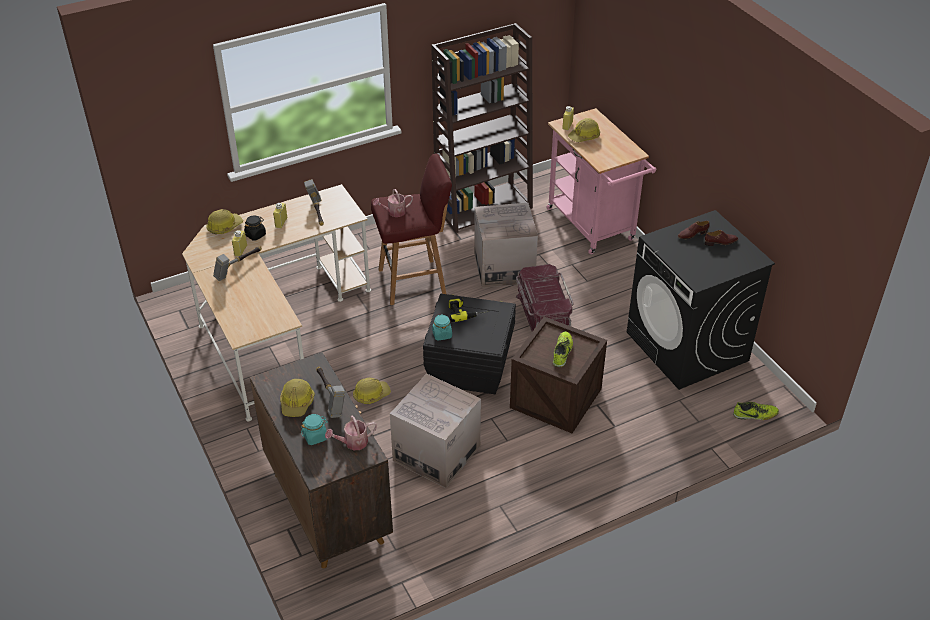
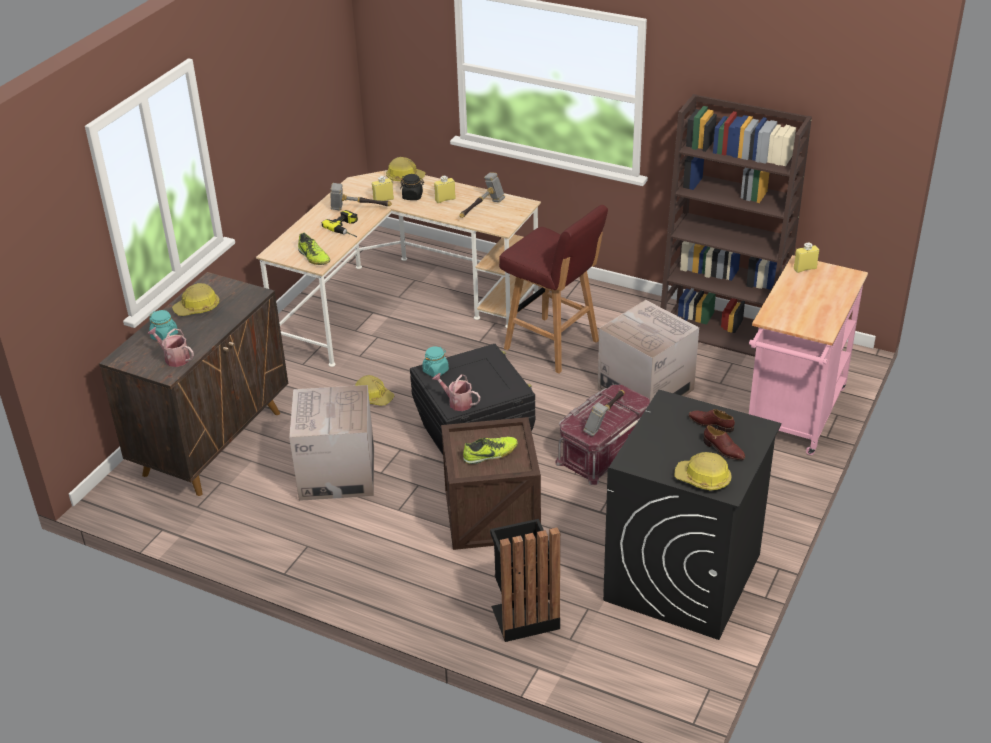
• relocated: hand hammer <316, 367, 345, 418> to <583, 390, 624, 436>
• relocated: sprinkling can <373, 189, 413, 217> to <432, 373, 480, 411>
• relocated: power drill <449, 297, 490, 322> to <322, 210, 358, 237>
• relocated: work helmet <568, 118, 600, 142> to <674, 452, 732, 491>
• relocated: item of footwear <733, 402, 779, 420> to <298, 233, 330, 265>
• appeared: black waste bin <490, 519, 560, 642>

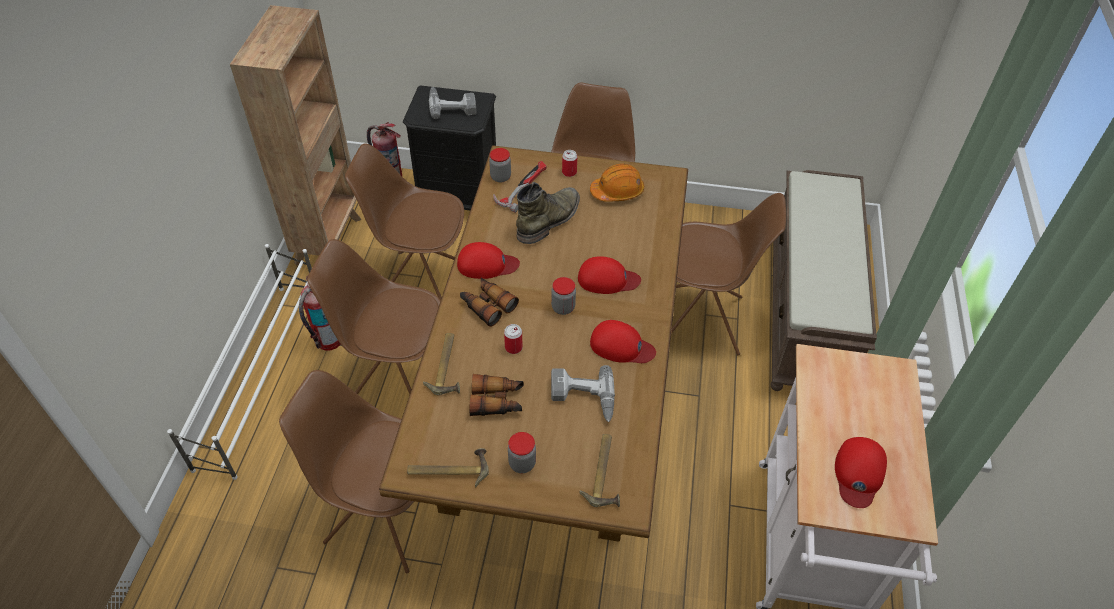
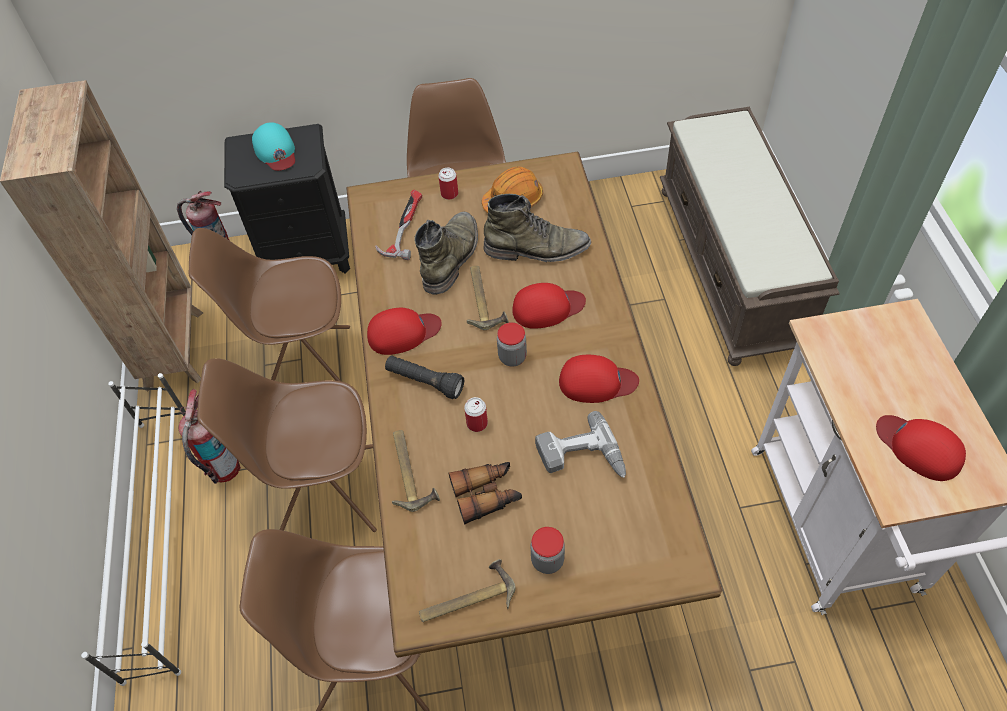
• exchanged: power drill <429, 87, 477, 119> to blue-green baseball cap <252, 122, 295, 171>
• exchanged: binoculars <460, 278, 519, 327> to black hand torch <385, 355, 464, 399>
• missing: jar <489, 148, 511, 183>
• relocated: hand hammer <580, 434, 620, 507> to <467, 266, 509, 330>
• missing: brown-coloured upright chair <671, 193, 786, 355>
• spun: red-coloured baseball cap <835, 437, 887, 508> = <876, 415, 966, 481> 135 degrees clockwise
• appeared: green high-top boot <484, 194, 591, 262>

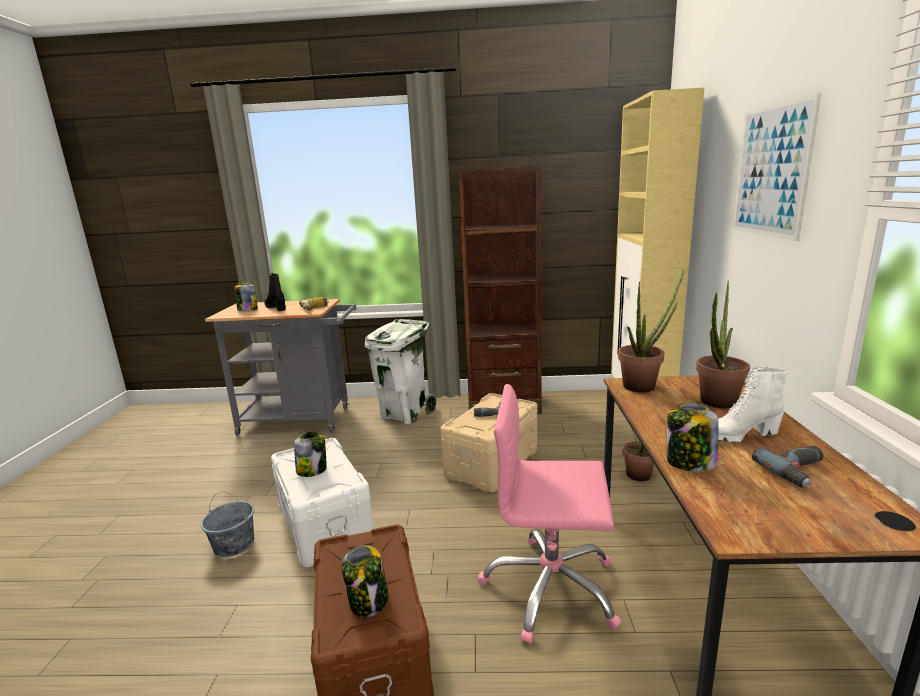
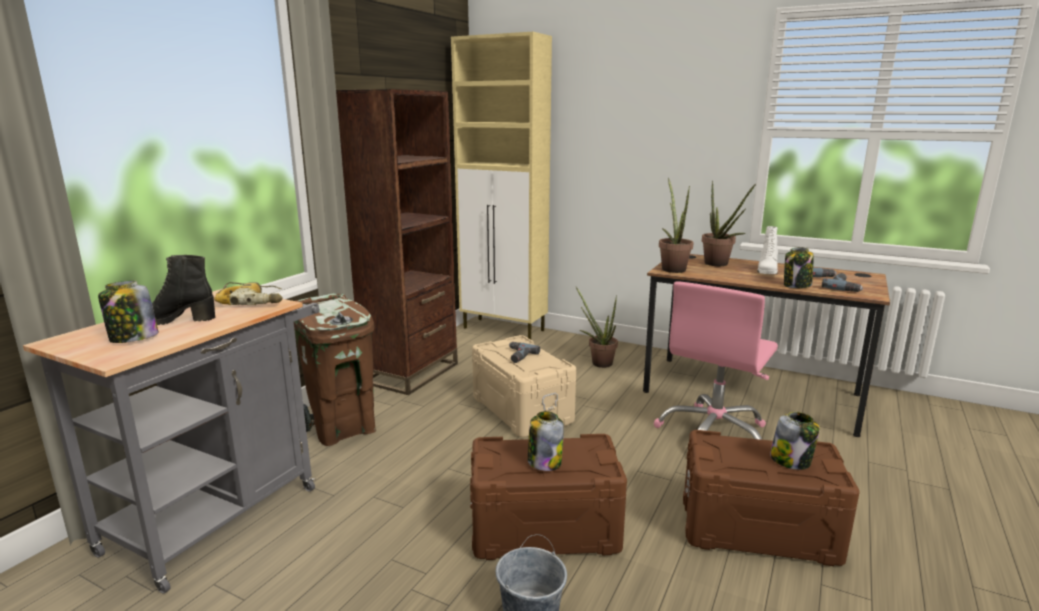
• colour: white storage bin <271, 438, 374, 567> to brown-coloured storage bin <470, 434, 627, 560>
• colour: white waste bin <365, 319, 436, 424> to brown-coloured waste bin <294, 294, 376, 446>
• missing: wall art <733, 93, 821, 241>
• appeared: power drill <822, 273, 863, 292>

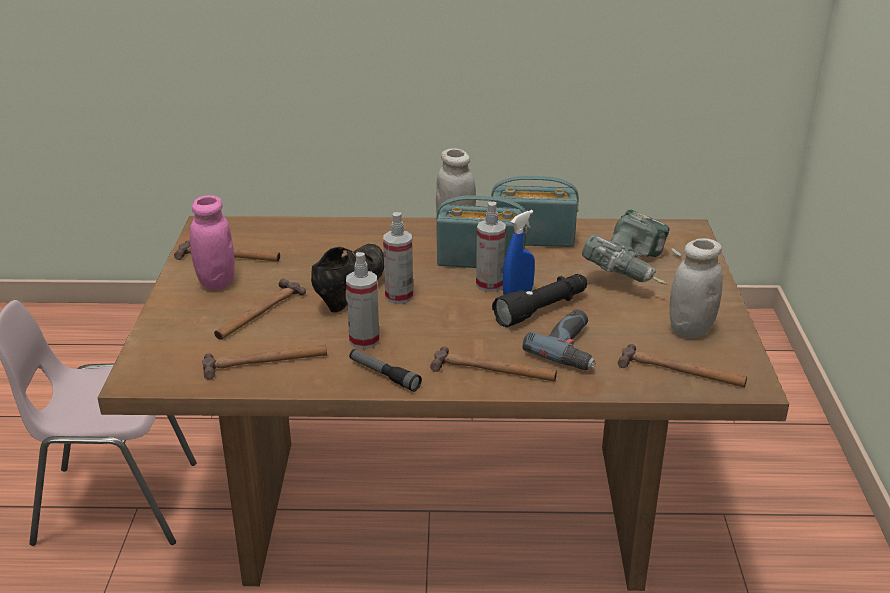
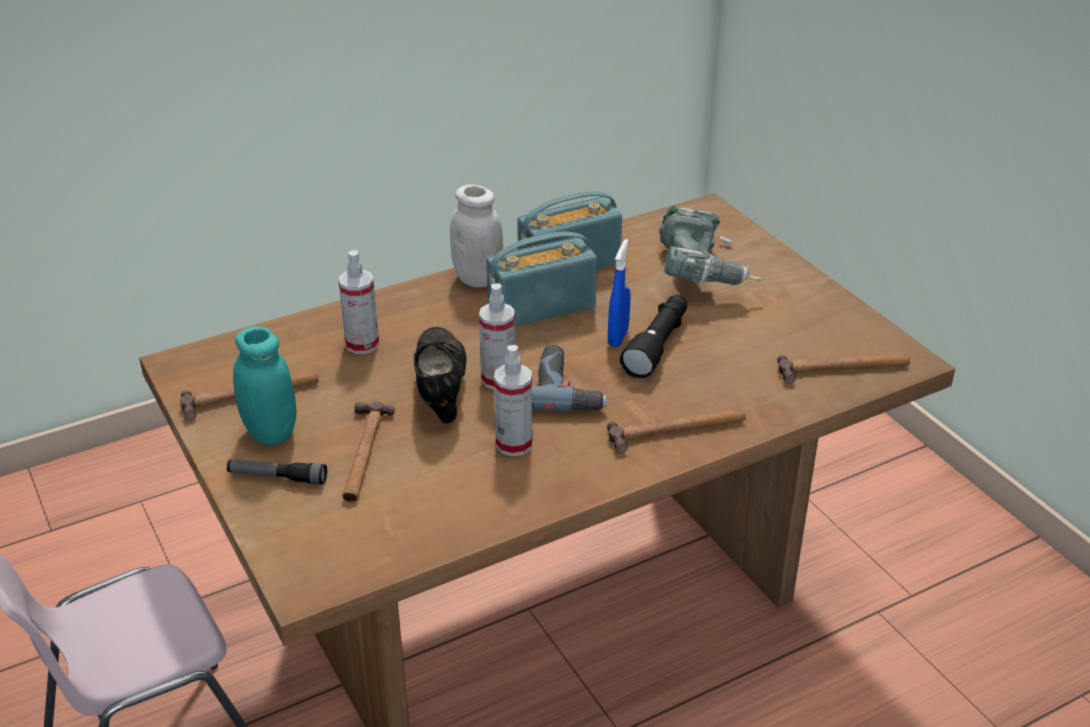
• colour: pinkish jar <190, 195, 235, 290> to blue-green jar <233, 326, 297, 445>
• missing: hand hammer <202, 344, 327, 380>
• relocated: hand torch <349, 349, 422, 392> to <227, 459, 327, 485>
• relocated: spray bottle <476, 202, 506, 292> to <338, 250, 379, 354>
• relocated: power drill <523, 309, 596, 371> to <532, 345, 608, 411>
• missing: white jar <669, 238, 723, 338>

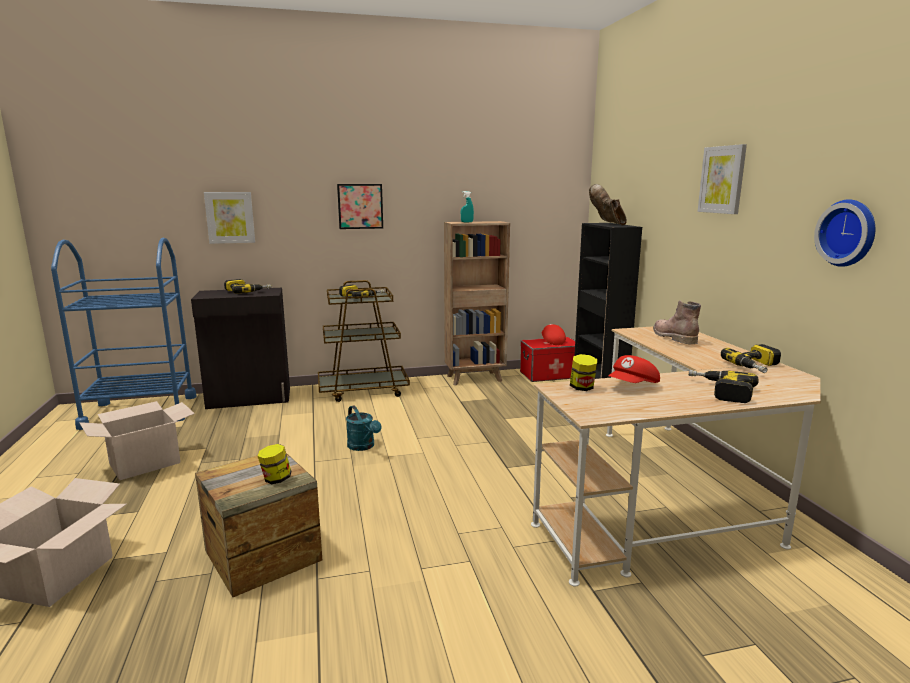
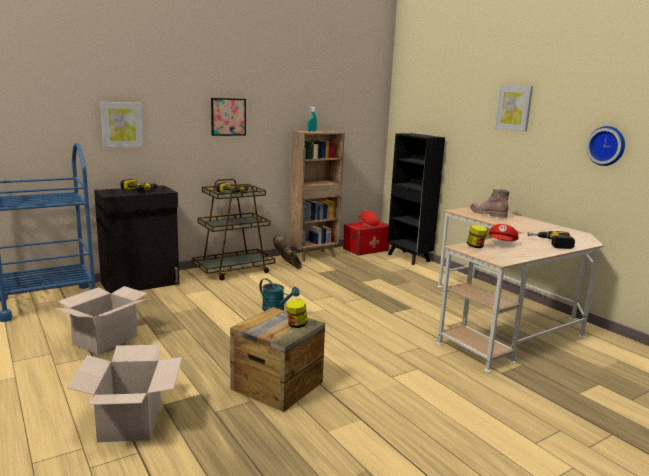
• relocated: brown-coloured high-top boot <589, 184, 627, 225> to <273, 235, 302, 269>
• missing: power drill <721, 344, 781, 373>

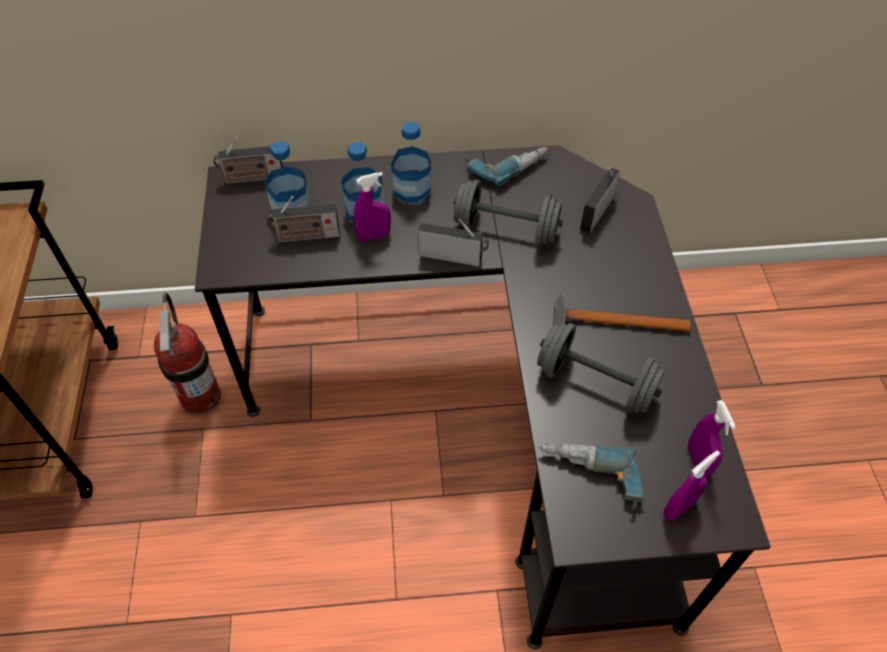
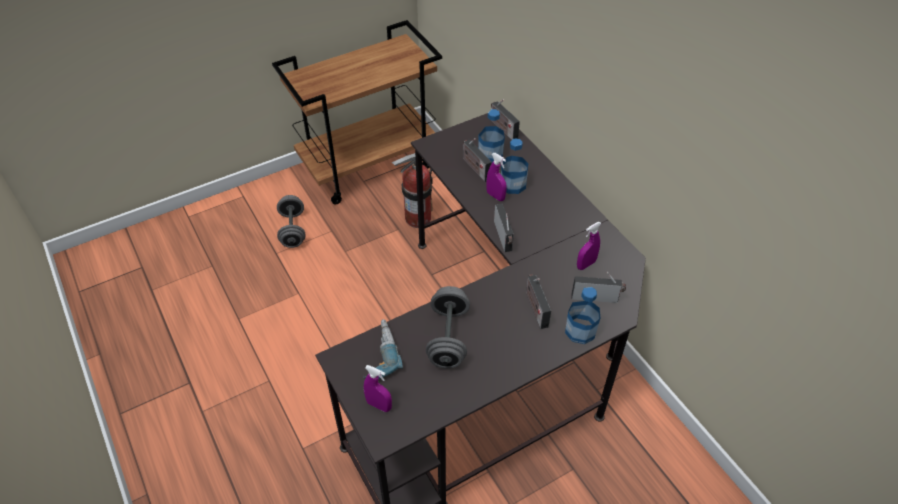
• relocated: drink bottle <391, 121, 431, 203> to <565, 287, 600, 344>
• relocated: grey hand weight <454, 179, 563, 245> to <277, 195, 306, 248>
• missing: power drill <465, 147, 548, 187>
• missing: hand hammer <553, 290, 691, 332>
• relocated: purple spray bottle <688, 400, 736, 477> to <577, 222, 601, 270>
• appeared: radio <526, 274, 551, 329>

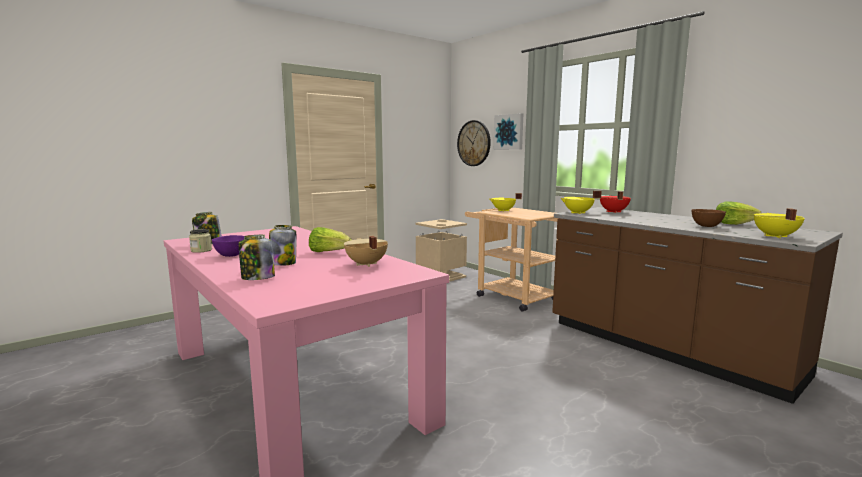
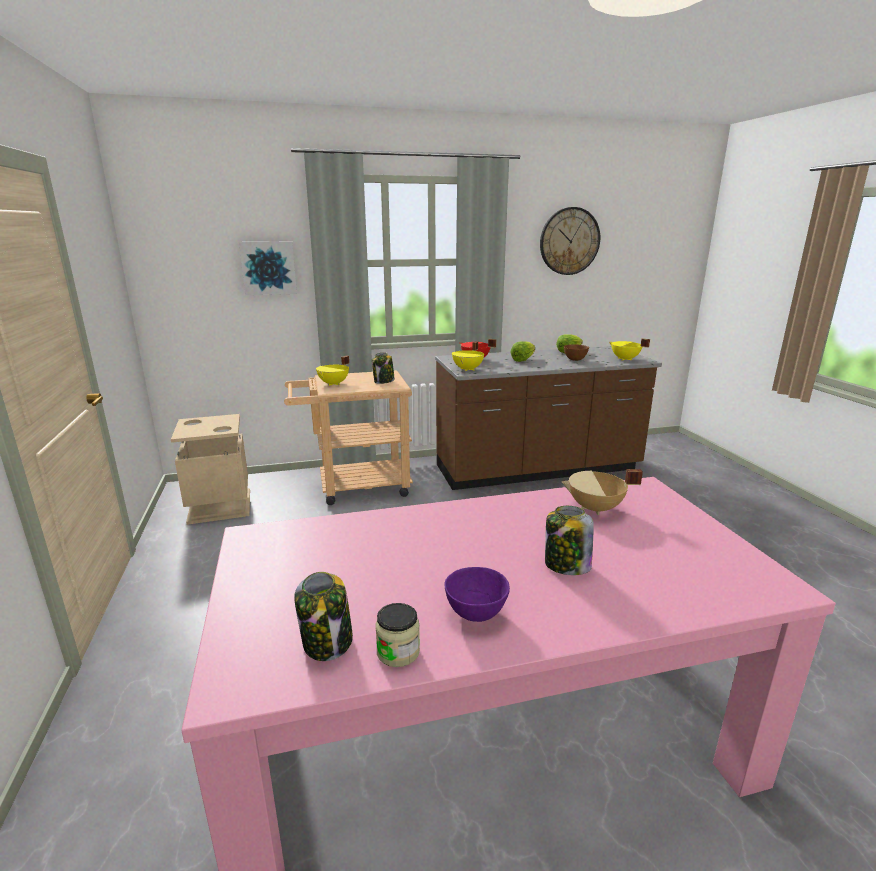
• relocated: jar <239, 235, 275, 280> to <372, 352, 395, 384>
• relocated: head of lettuce <309, 227, 352, 252> to <510, 341, 535, 362>
• relocated: hanging clock <457, 120, 491, 166> to <540, 207, 600, 275>

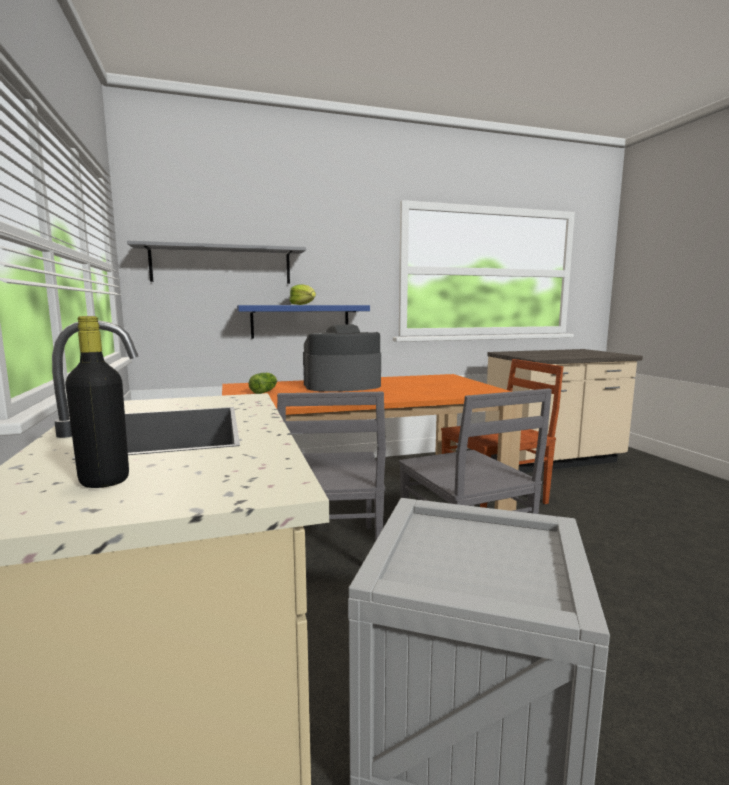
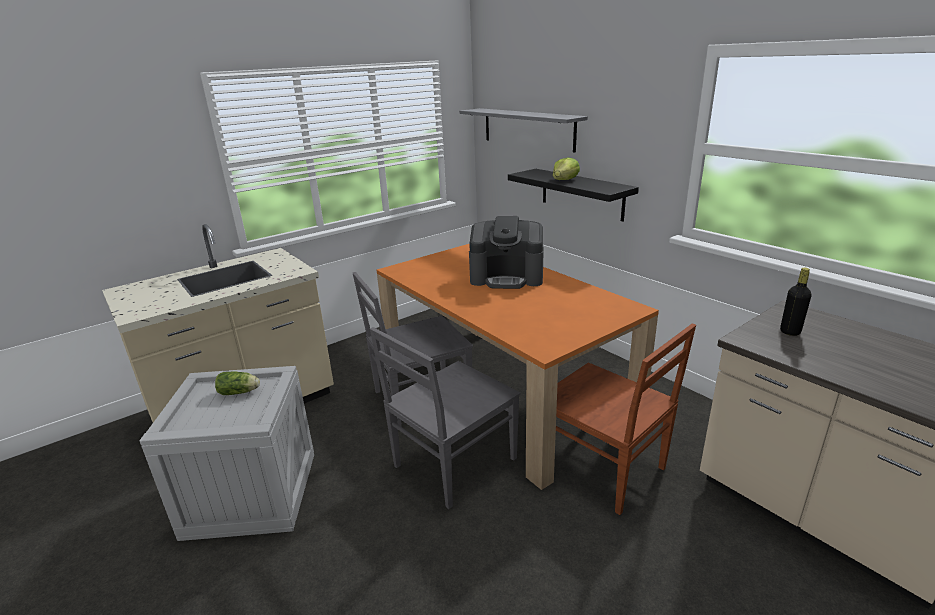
• relocated: black drink bottle <65, 316, 129, 488> to <780, 268, 811, 336>
• colour: blue-coloured bracket shelf <237, 305, 370, 339> to black bracket shelf <508, 169, 639, 222>
• relocated: head of lettuce <249, 373, 277, 394> to <215, 371, 260, 395>
• spun: coffee brewer <303, 324, 381, 392> = <469, 216, 544, 289> 135 degrees clockwise

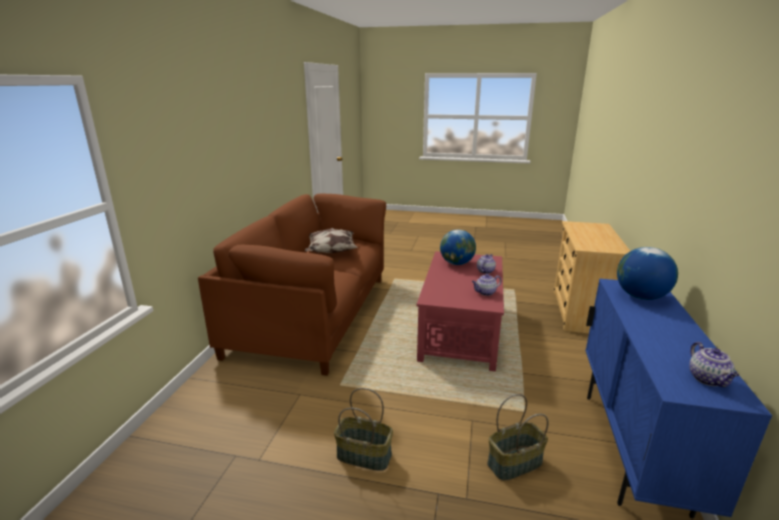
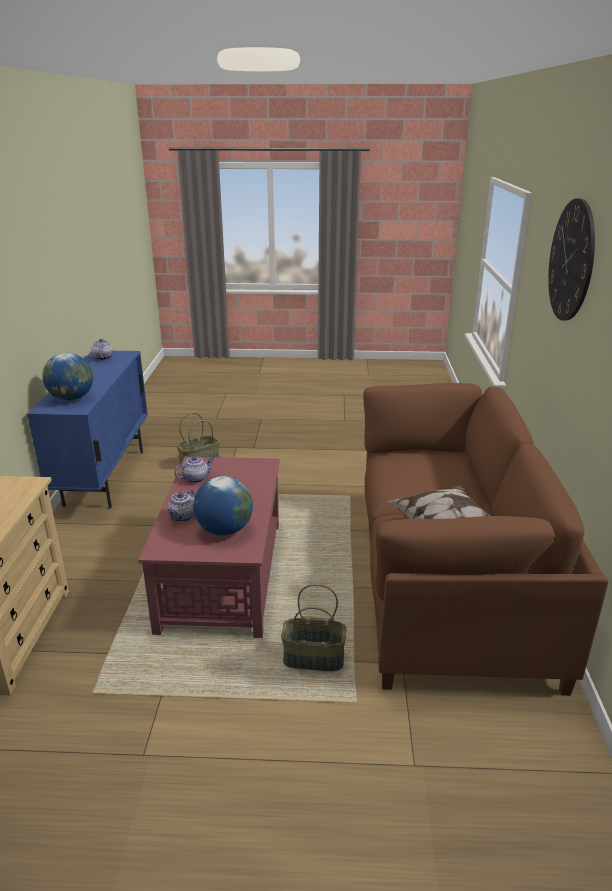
• relocated: household basket <334, 388, 393, 471> to <281, 584, 346, 671>
• appeared: hanging clock <548, 198, 595, 321>

